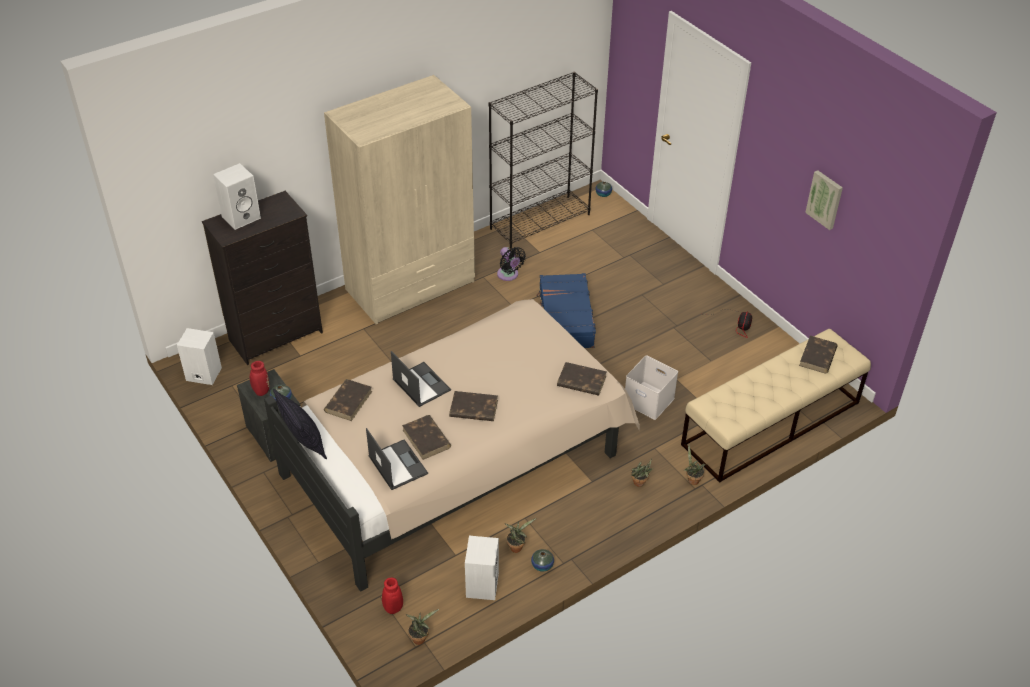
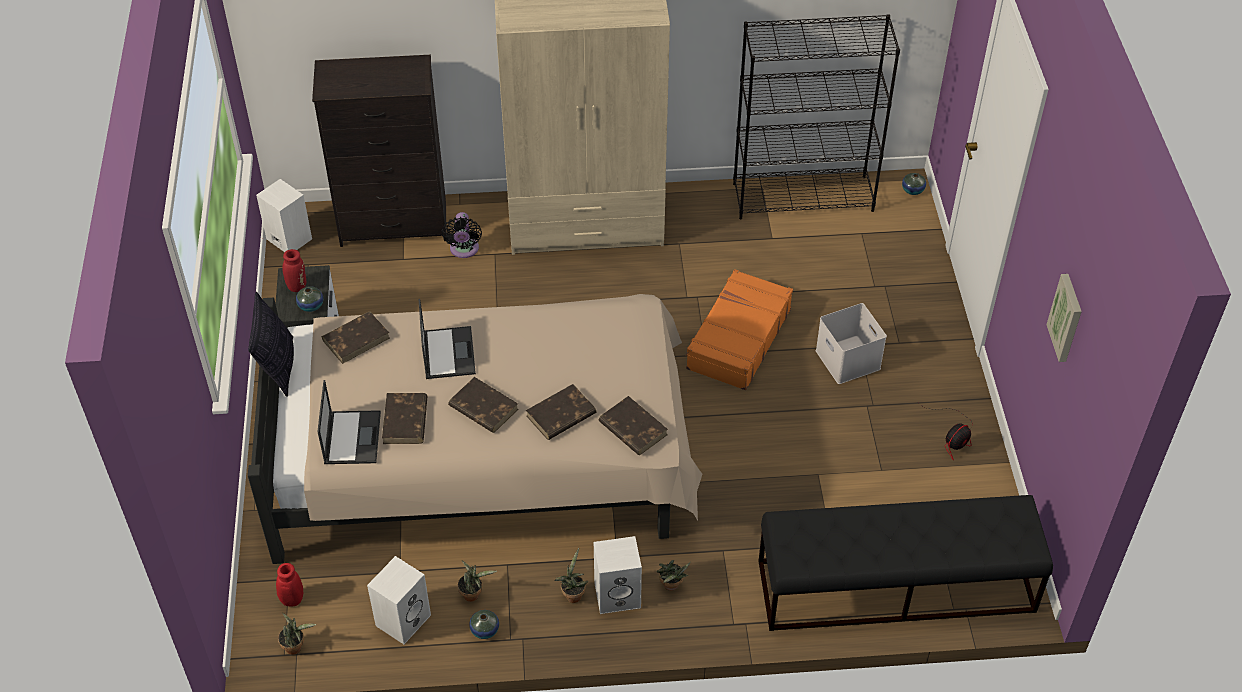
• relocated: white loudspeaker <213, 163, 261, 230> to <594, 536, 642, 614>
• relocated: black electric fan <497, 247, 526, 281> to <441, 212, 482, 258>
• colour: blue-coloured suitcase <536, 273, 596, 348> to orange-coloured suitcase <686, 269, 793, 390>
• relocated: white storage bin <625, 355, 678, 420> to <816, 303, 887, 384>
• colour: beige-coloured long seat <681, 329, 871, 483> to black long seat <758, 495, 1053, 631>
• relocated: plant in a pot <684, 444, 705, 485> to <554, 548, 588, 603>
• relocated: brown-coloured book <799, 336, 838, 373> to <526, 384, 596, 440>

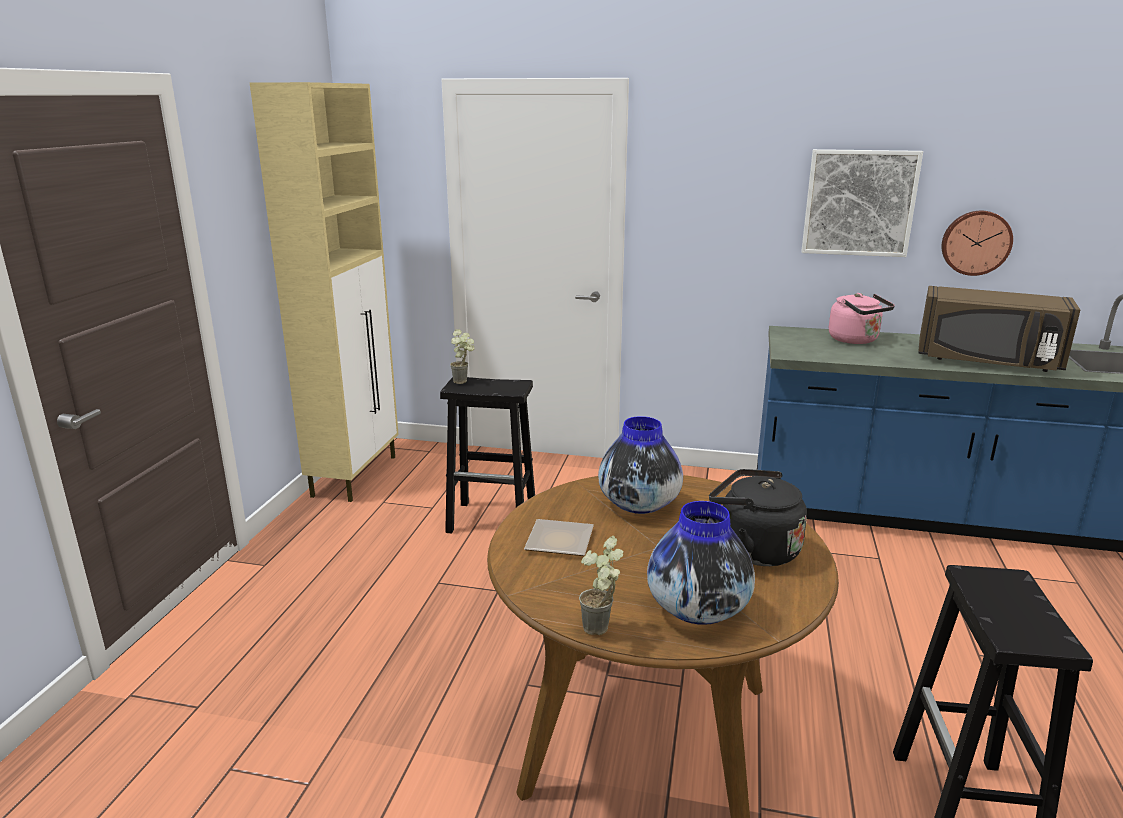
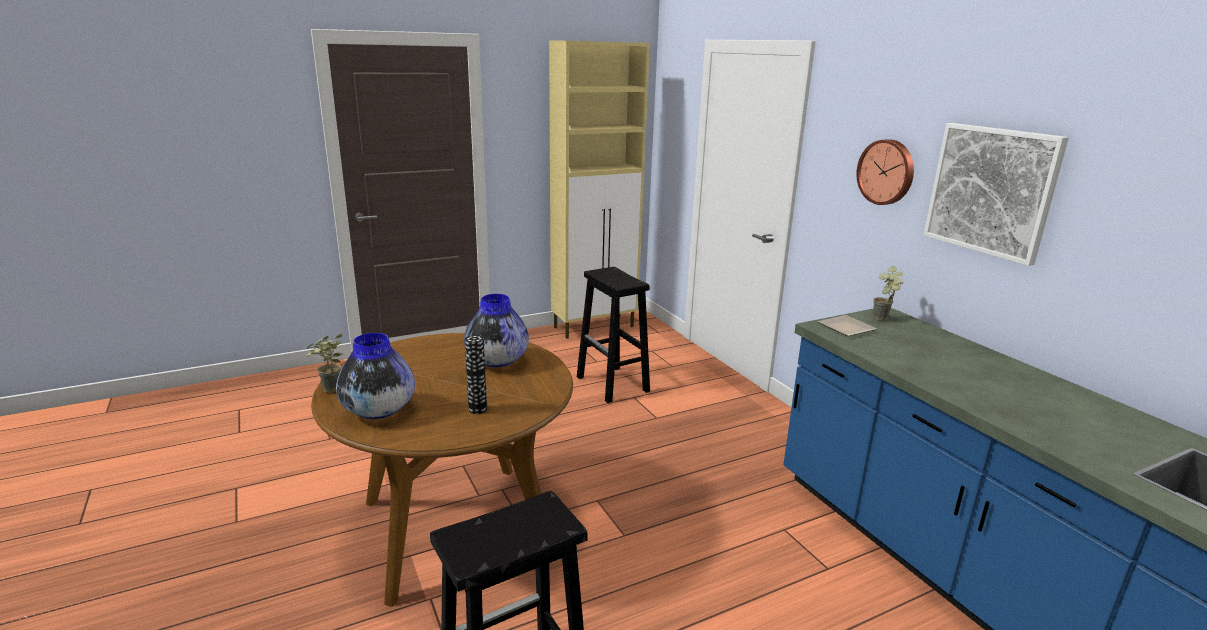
• relocated: plant in a pot <450, 329, 475, 384> to <873, 266, 903, 321>
• relocated: plate <524, 519, 594, 556> to <817, 315, 877, 336>
• exchanged: black tea kettle <709, 469, 807, 566> to decorative vase <465, 335, 487, 414>
• missing: pinkish tea kettle <829, 293, 895, 344>
• missing: brown-coloured microwave oven <918, 286, 1080, 372>
• relocated: hanging clock <942, 211, 1013, 276> to <856, 139, 914, 205>

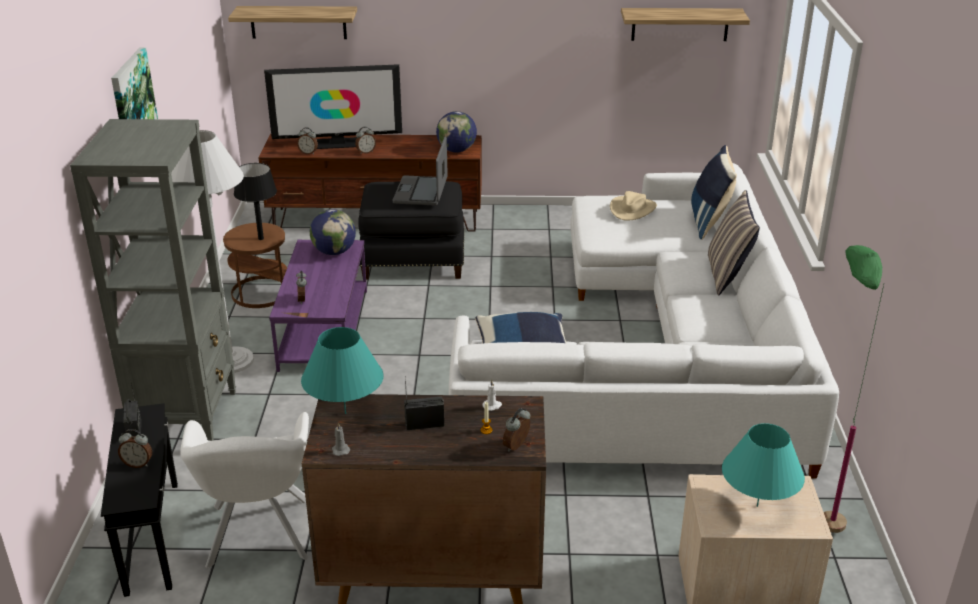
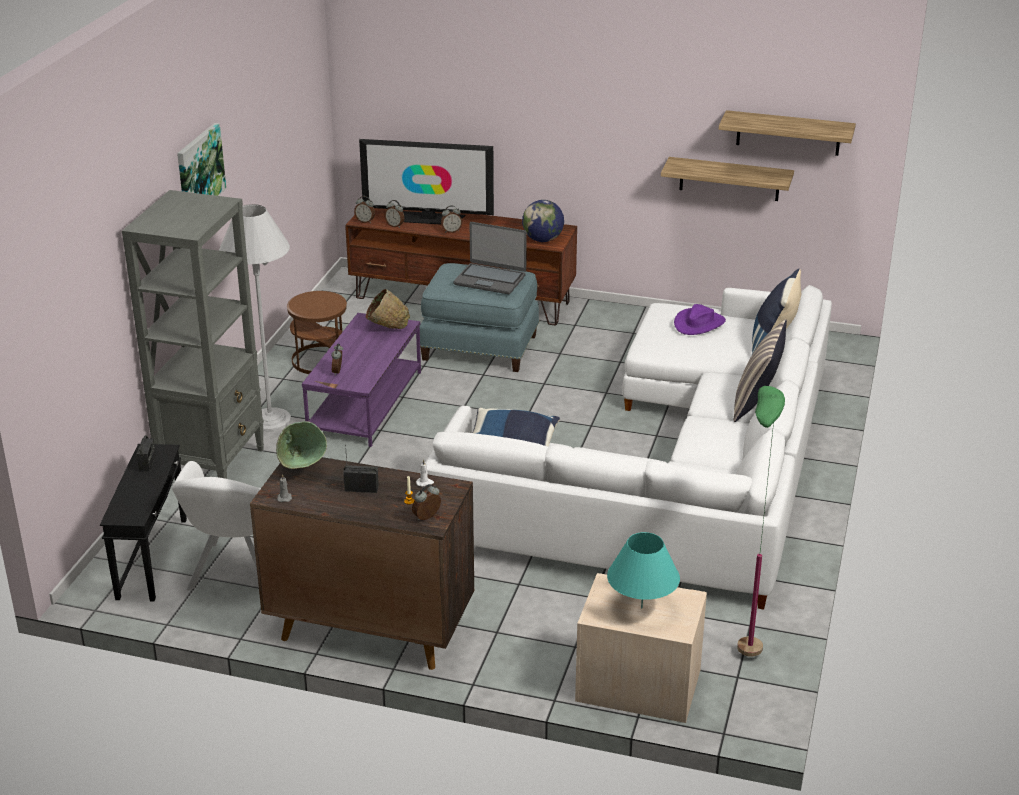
• relocated: bedside clock <118, 429, 152, 468> to <354, 196, 375, 223>
• relocated: bracket shelf <228, 6, 357, 39> to <661, 157, 794, 201>
• missing: black table lamp <234, 163, 277, 240>
• exchanged: blue-green table lamp <301, 327, 384, 414> to green deep dish <276, 421, 327, 469>
• exchanged: globe <310, 209, 356, 255> to brown-coloured deep dish <366, 289, 410, 329>
• colour: black ottoman <358, 181, 464, 280> to blue-coloured ottoman <420, 263, 539, 372>
• spun: laptop <393, 137, 448, 206> = <453, 222, 527, 294> 90 degrees counterclockwise
• colour: beige-coloured wearable hat <610, 191, 657, 221> to purple wearable hat <674, 304, 726, 335>

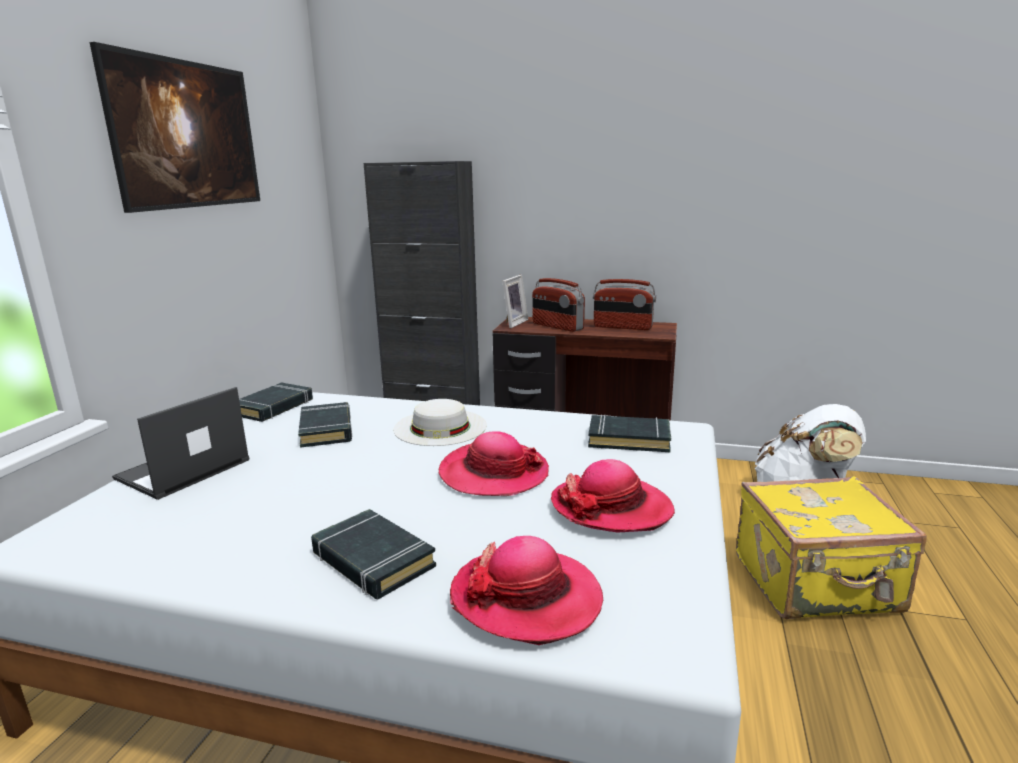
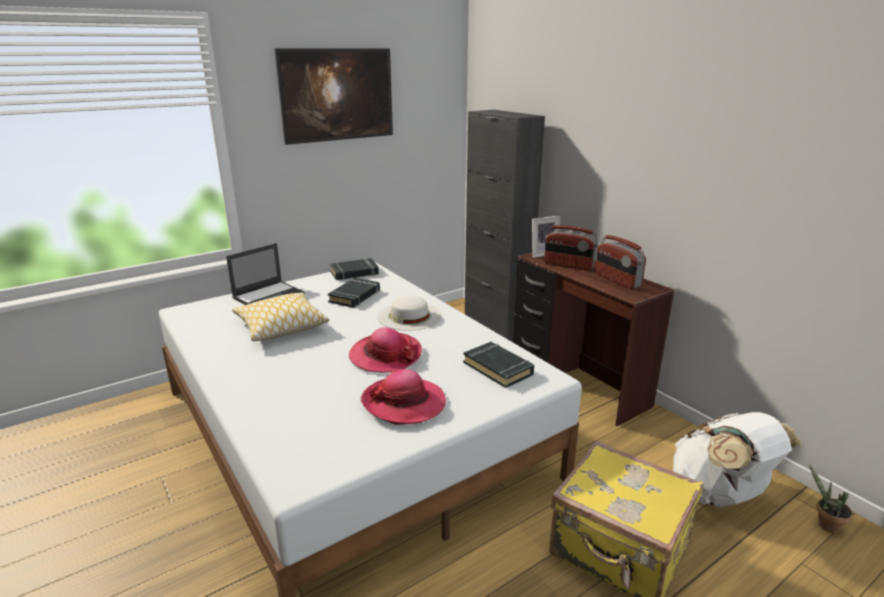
• spun: laptop <112, 387, 249, 500> = <226, 243, 304, 305> 150 degrees clockwise
• missing: black book <311, 509, 436, 599>
• missing: wearable hat <450, 536, 603, 645>
• spun: radio <532, 278, 585, 332> = <544, 225, 598, 270> 60 degrees counterclockwise
• appeared: throw pillow <232, 293, 330, 341>
• appeared: plant in a pot <809, 464, 852, 533>

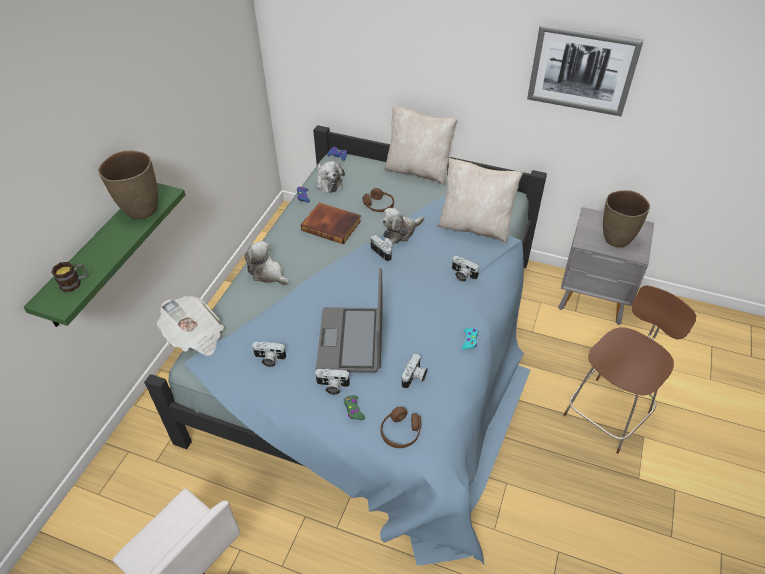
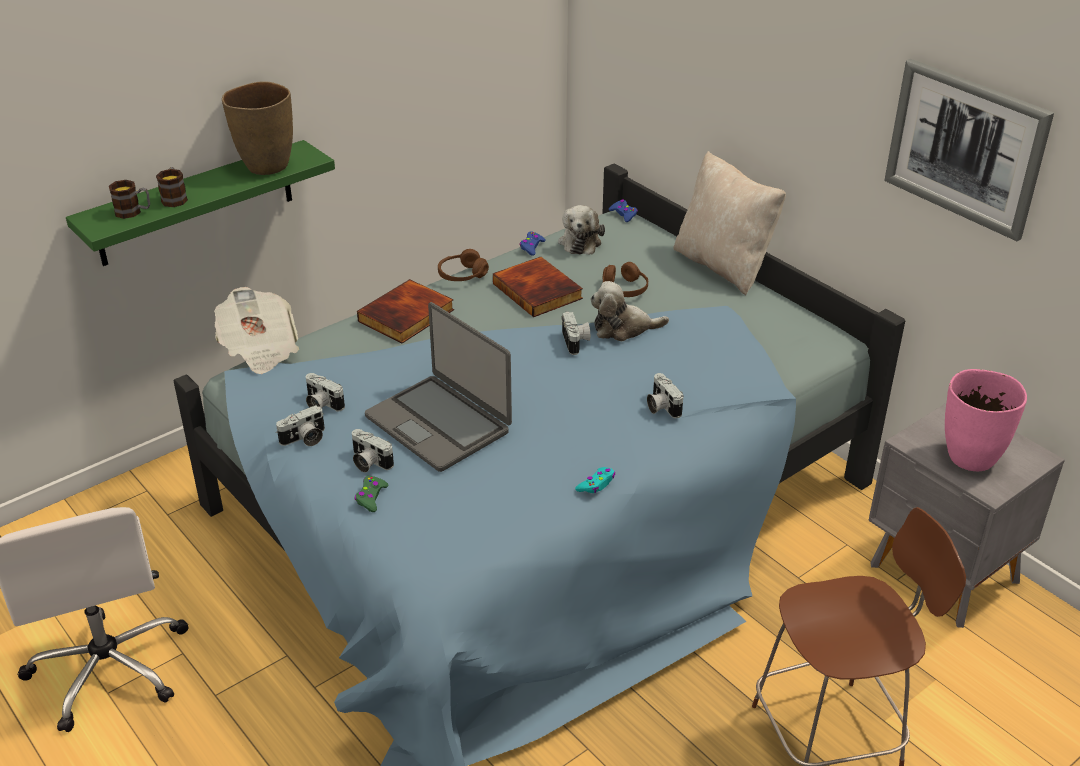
• exchanged: soft toy <244, 241, 290, 285> to book <357, 279, 454, 343>
• spun: laptop <316, 268, 383, 373> = <365, 302, 512, 472> 75 degrees counterclockwise
• relocated: brown-coloured pair of headphones <381, 407, 421, 448> to <438, 249, 489, 281>
• relocated: photo camera <402, 354, 427, 389> to <276, 405, 325, 446>
• missing: beige-coloured throw pillow <437, 158, 523, 243>
• colour: brown-coloured decorative vase <603, 190, 650, 247> to pinkish decorative vase <945, 369, 1027, 471>
• appeared: coffee mug <156, 167, 188, 207>

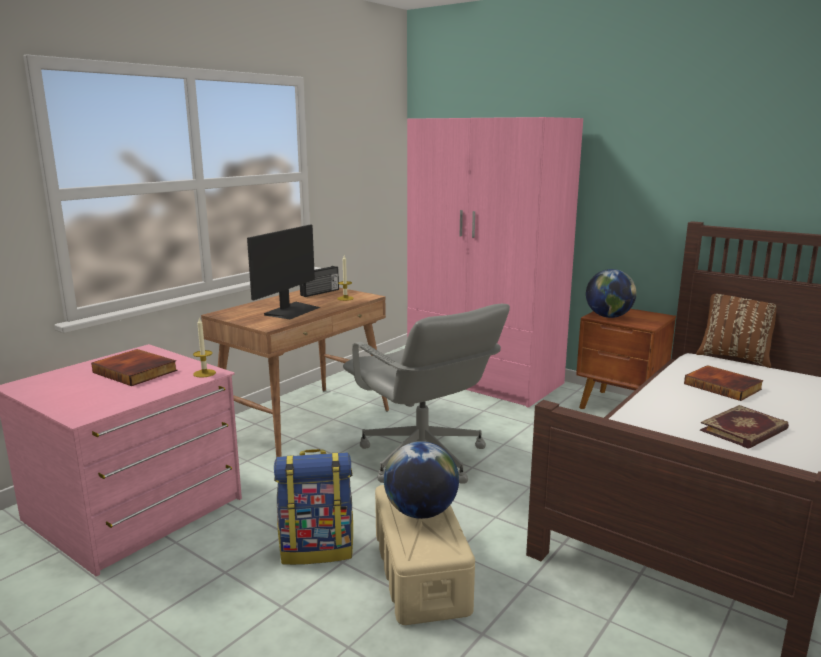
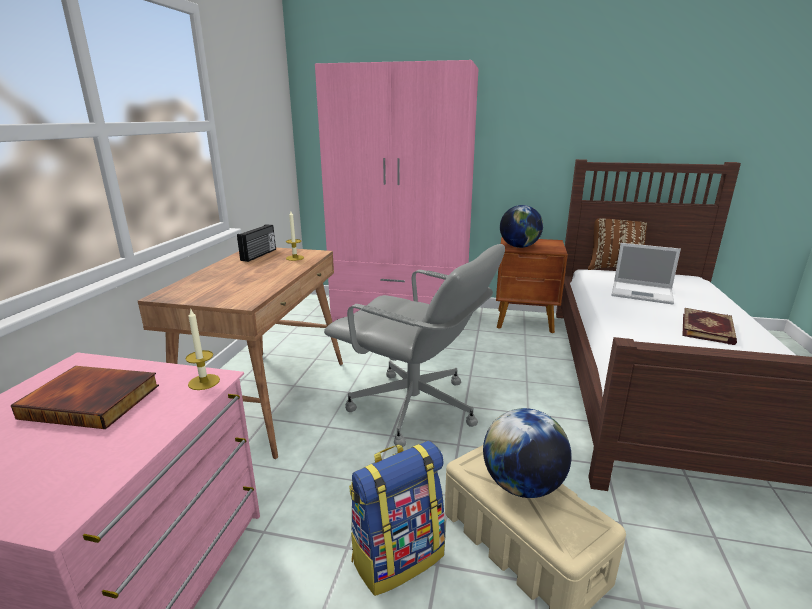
• missing: computer display <247, 225, 320, 319>
• exchanged: book <684, 365, 764, 401> to laptop <611, 243, 681, 305>

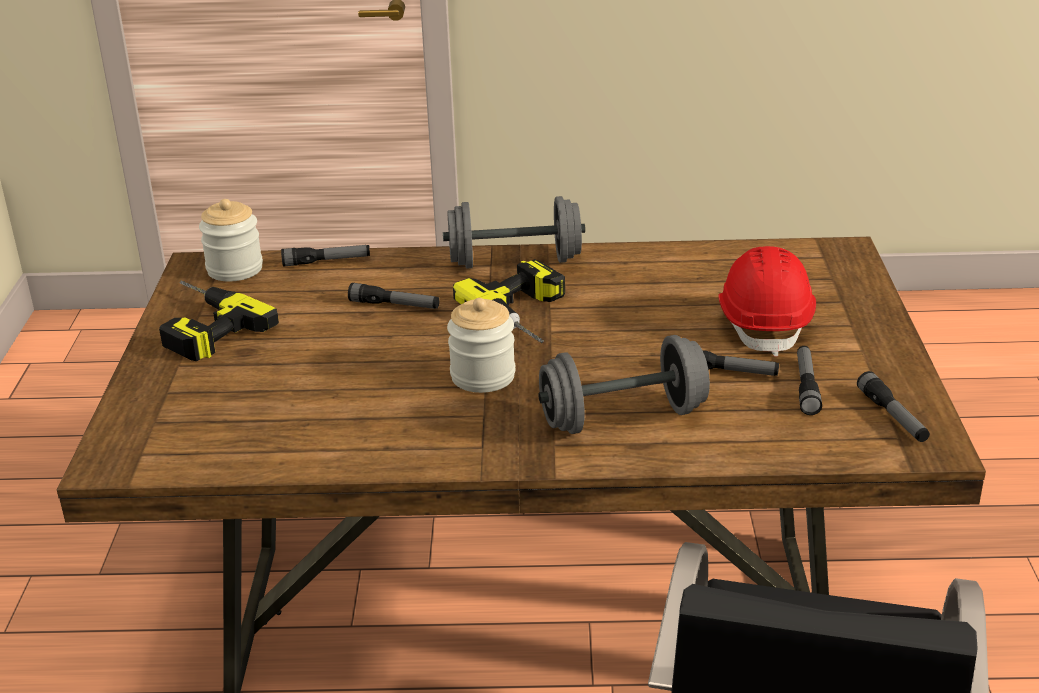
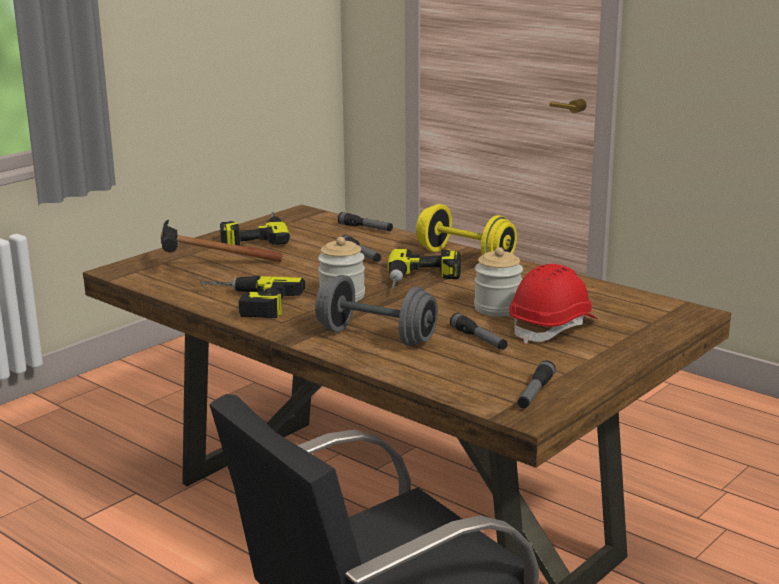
• relocated: jar <199, 199, 263, 282> to <474, 247, 523, 317>
• colour: grey hand weight <443, 196, 585, 269> to yellowish hand weight <416, 204, 517, 255>
• missing: hand torch <797, 346, 822, 415>
• appeared: hand hammer <161, 220, 282, 262>
• appeared: power drill <201, 275, 305, 318>

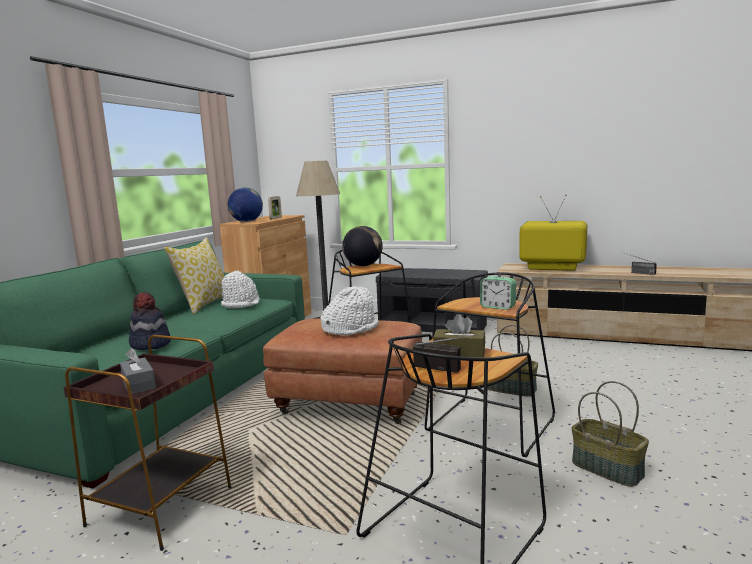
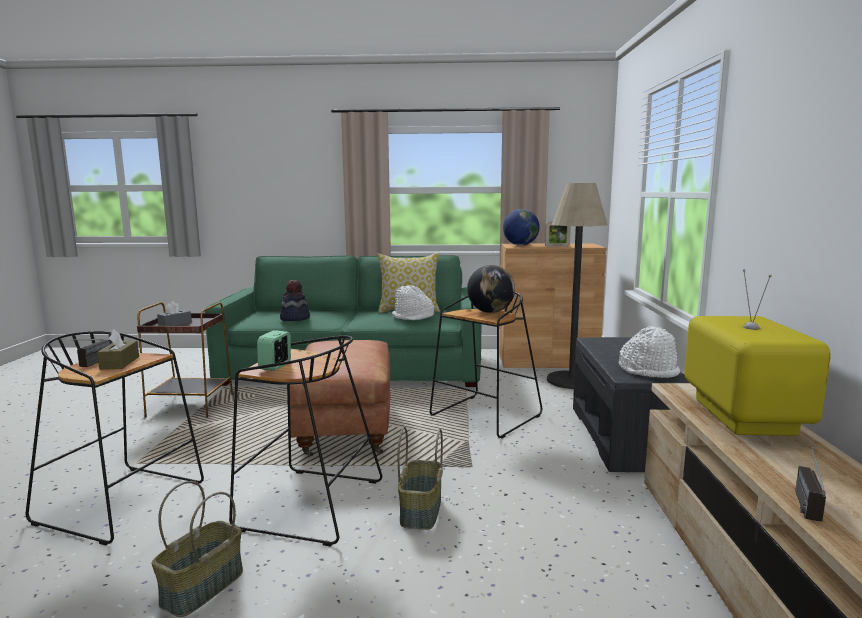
• relocated: white wearable hat <320, 286, 379, 336> to <619, 326, 680, 378>

